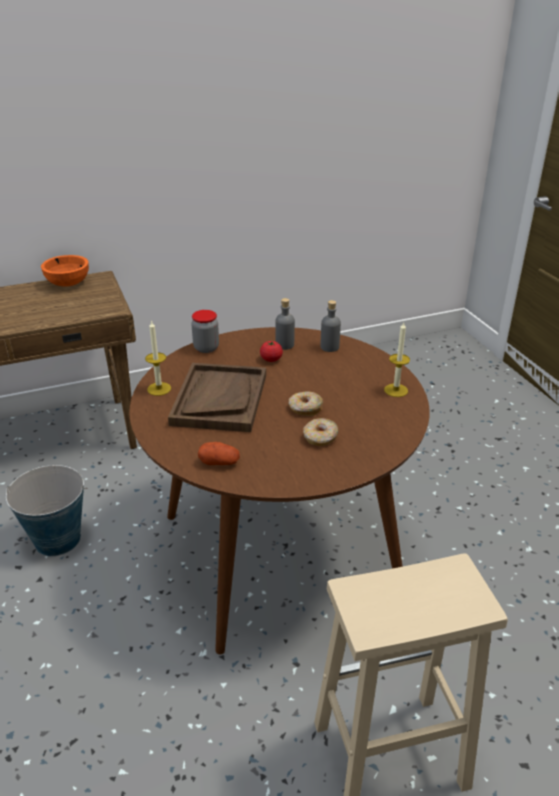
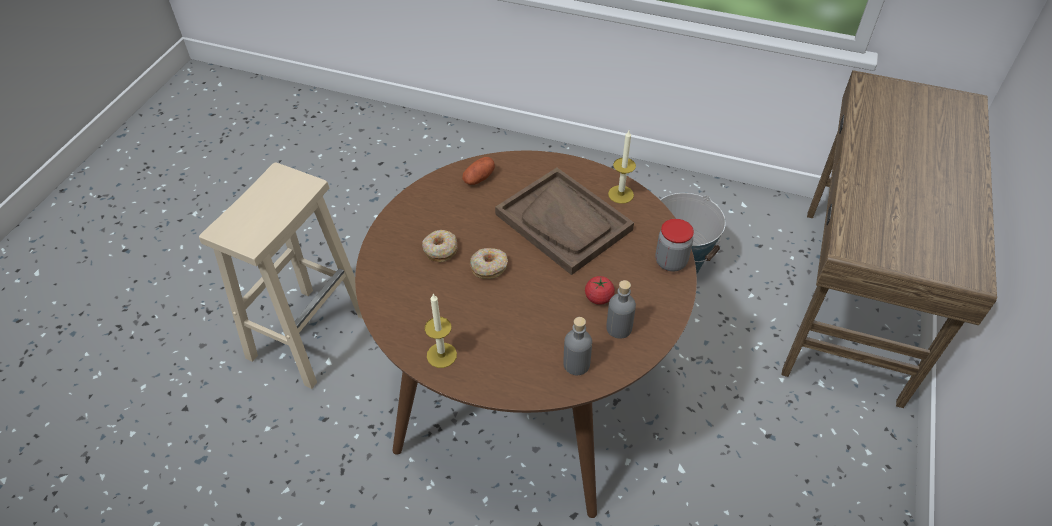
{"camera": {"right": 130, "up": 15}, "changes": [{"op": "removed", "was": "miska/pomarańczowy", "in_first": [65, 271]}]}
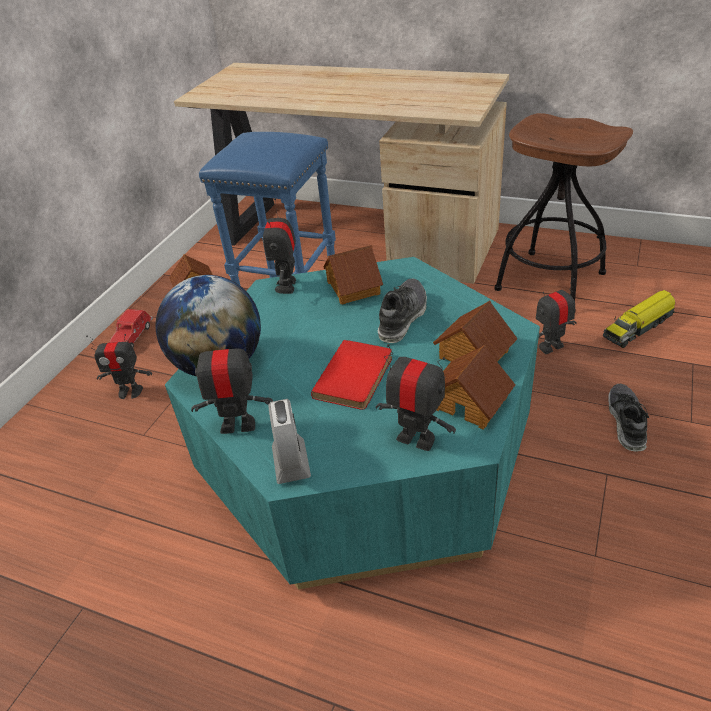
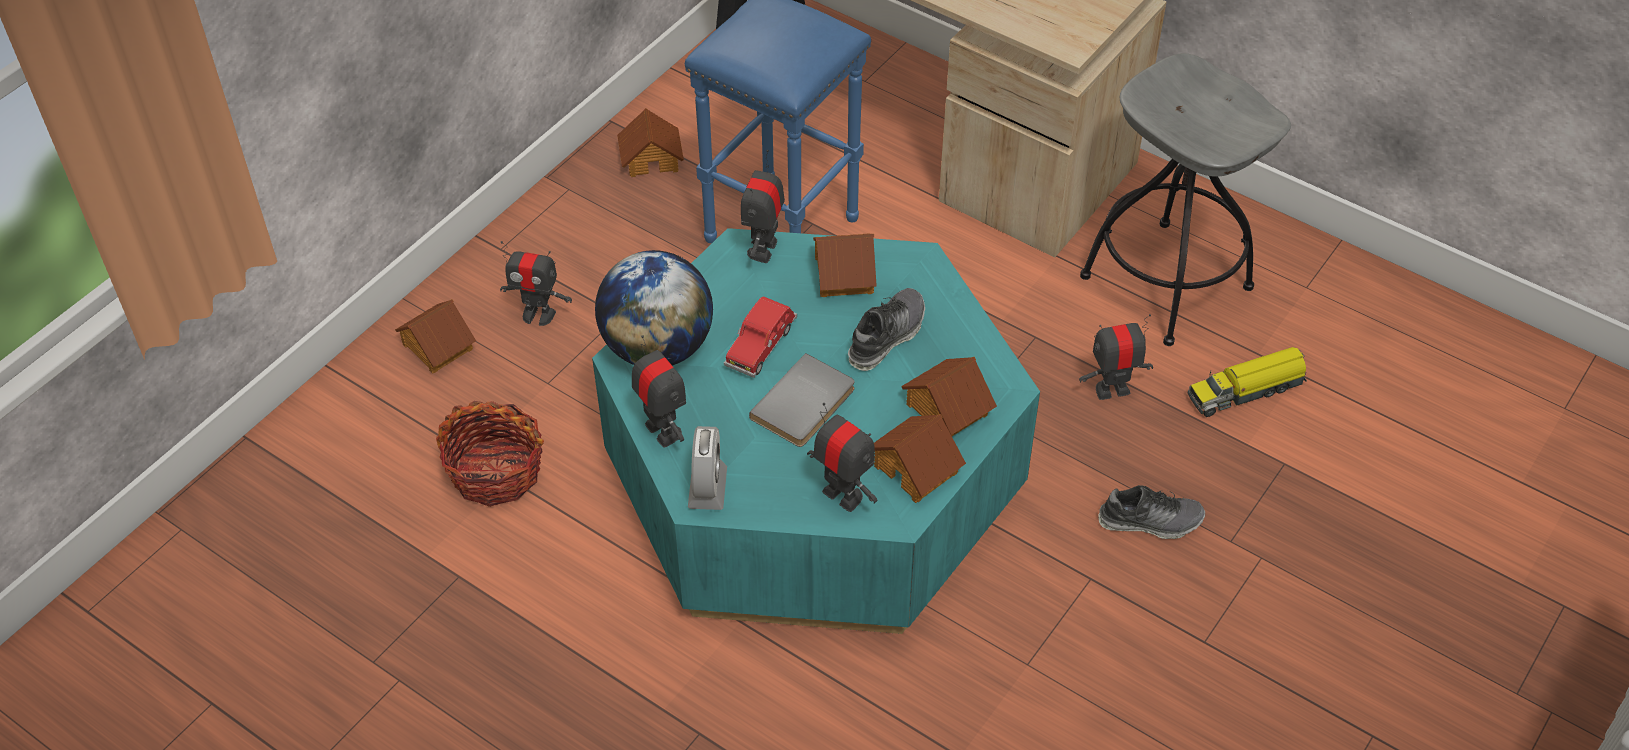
{"camera": {"right": 10, "up": 10}, "changes": [{"op": "added", "now": "domek", "in_second": [435, 336]}, {"op": "added", "now": "koszyk", "in_second": [490, 454]}, {"op": "turned", "was": "robot zabawkowy", "in_first": [230, 385], "in_second": [659, 391], "clockwise": 45}, {"op": "moved", "was": "samochodzik/czerwony", "in_first": [131, 328], "in_second": [760, 337]}, {"op": "recoloured", "was": "książka/czerwony", "now": "książka/szary", "in_first": [351, 375], "in_second": [802, 400]}, {"op": "recoloured", "was": "stołek/brązowy", "now": "stołek/szary", "in_first": [564, 212], "in_second": [1185, 199]}, {"op": "turned", "was": "but", "in_first": [628, 418], "in_second": [1151, 512], "clockwise": 75}]}
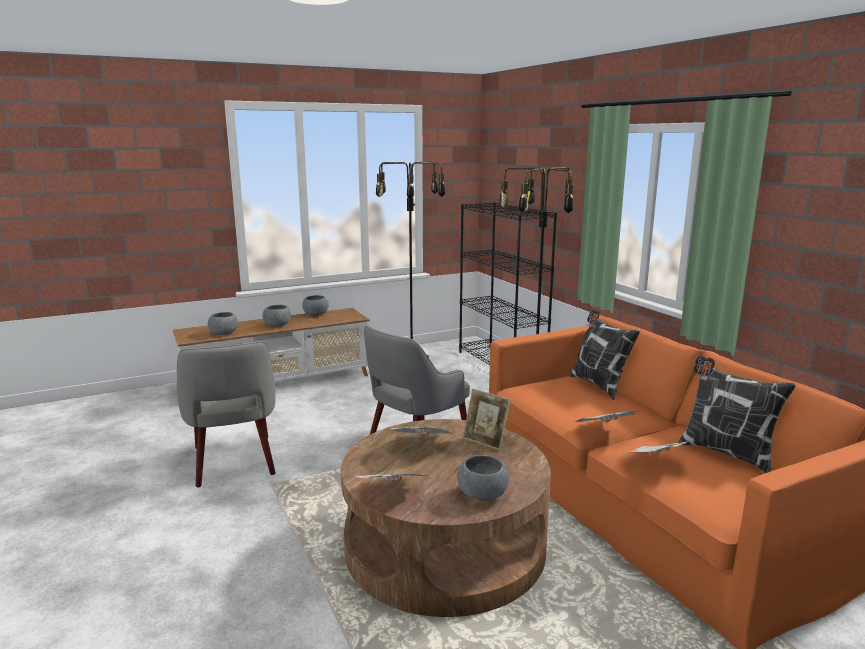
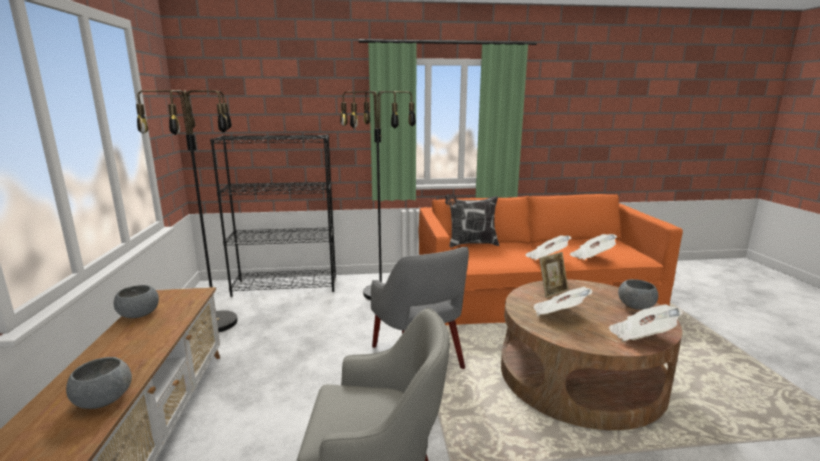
{"camera": {"right": -70, "up": 0}, "changes": [{"op": "removed", "was": "miska/szary", "in_first": [276, 316]}, {"op": "removed", "was": "poduszka", "in_first": [737, 414]}]}
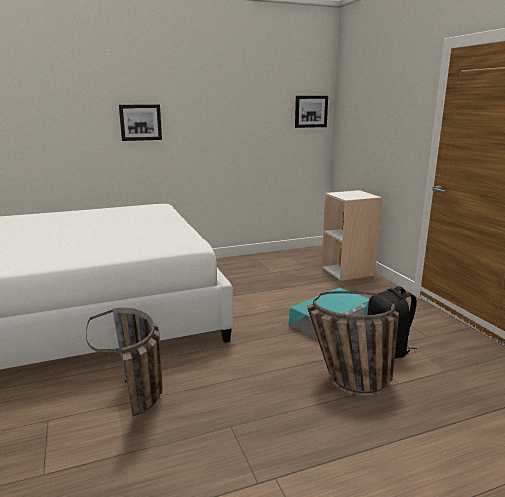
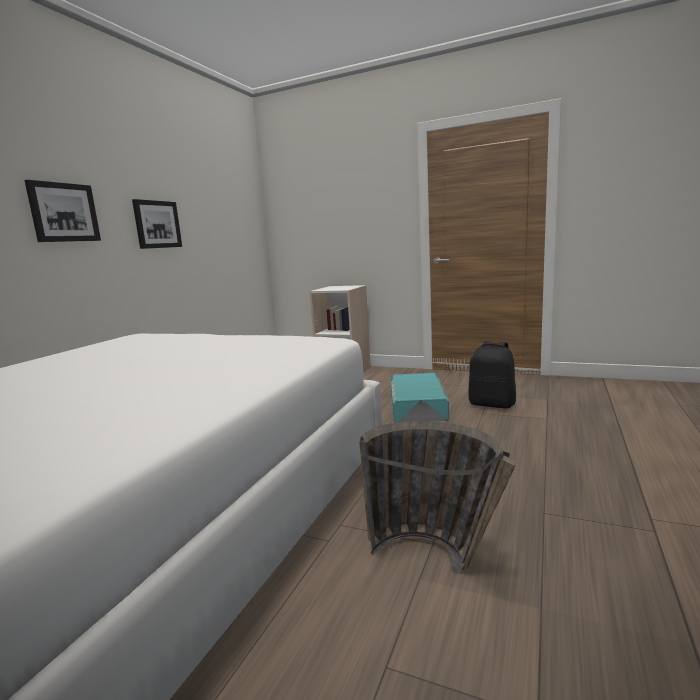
{"camera": {"right": -45, "up": -5}, "changes": [{"op": "moved", "was": "obraz", "in_first": [311, 112], "in_second": [157, 224]}, {"op": "removed", "was": "koszyk", "in_first": [353, 342]}]}
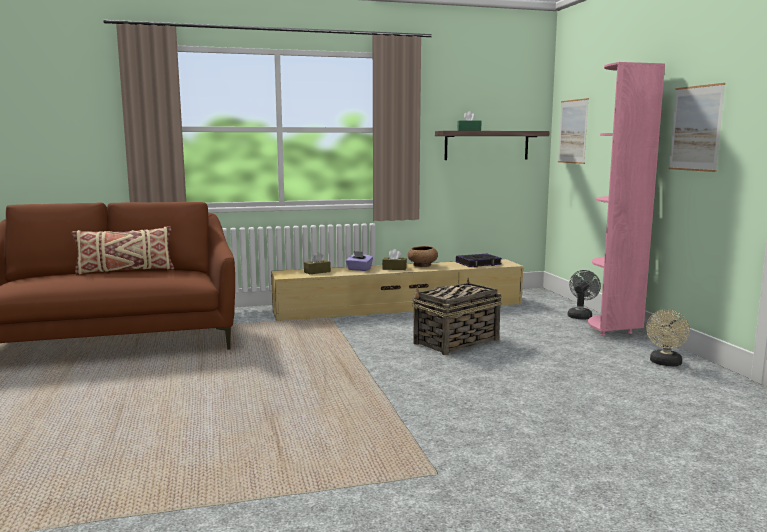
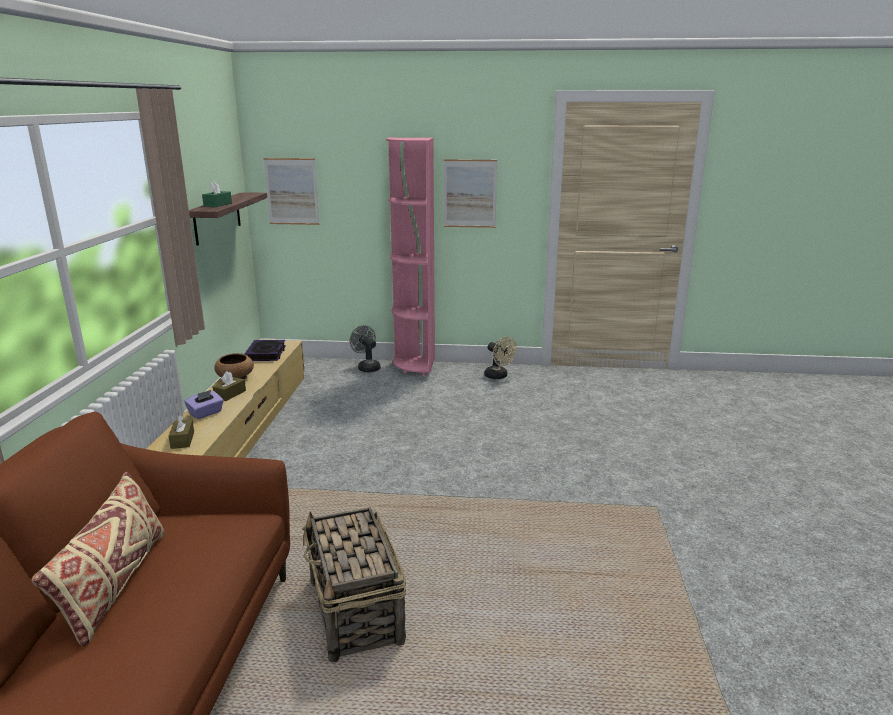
{"camera": {"right": -70, "up": 10}, "changes": [{"op": "moved", "was": "koszyk", "in_first": [457, 316], "in_second": [354, 584]}]}
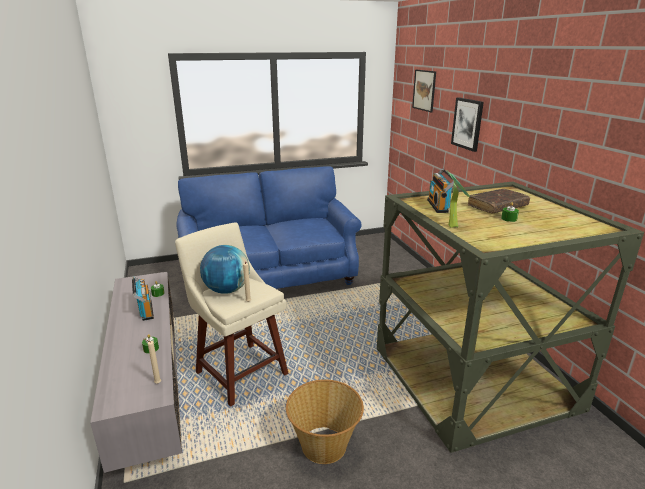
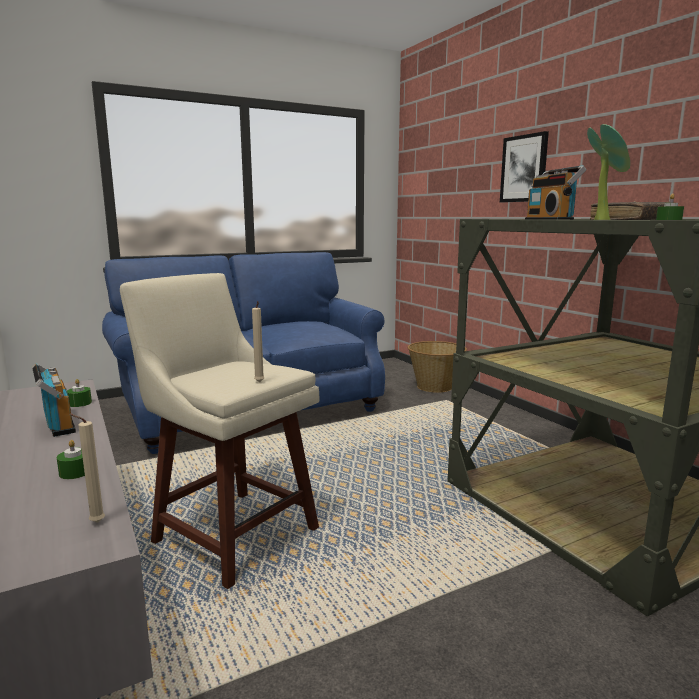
{"camera": {"right": -10, "up": -10}, "changes": [{"op": "moved", "was": "koszyk", "in_first": [325, 421], "in_second": [437, 367]}, {"op": "removed", "was": "globus", "in_first": [225, 269]}, {"op": "removed", "was": "obraz", "in_first": [424, 91]}]}
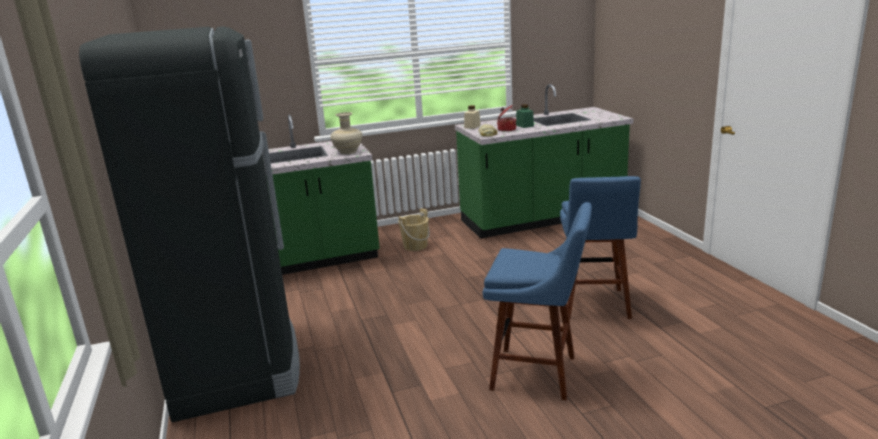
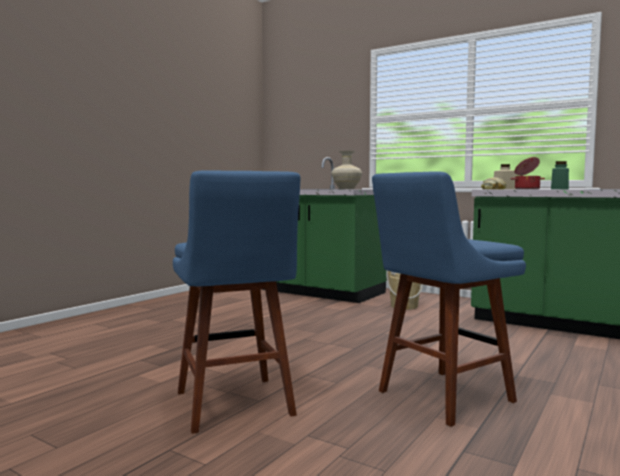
{"camera": {"right": 50, "up": -15}, "changes": [{"op": "removed", "was": "lodówka/czarny", "in_first": [189, 224]}]}
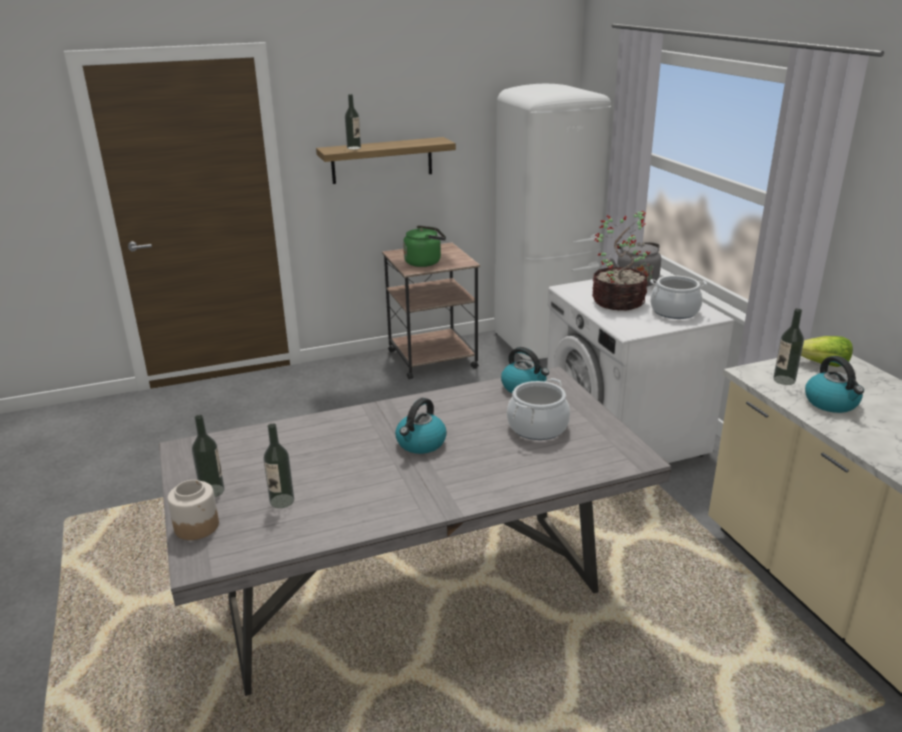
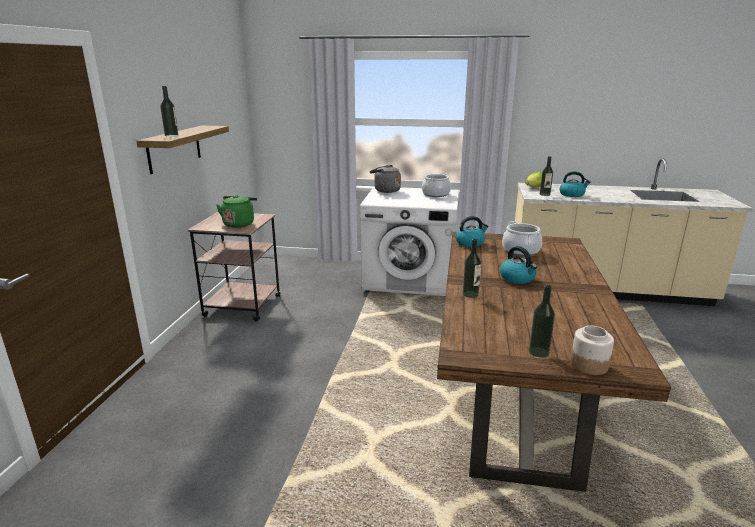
{"camera": {"right": -60, "up": -5}, "changes": [{"op": "recoloured", "was": "stół jadalny/szary", "now": "stół jadalny/brązowy", "in_first": [415, 531], "in_second": [554, 362]}, {"op": "moved", "was": "butelka", "in_first": [279, 465], "in_second": [472, 268]}, {"op": "removed", "was": "lodówka/biały", "in_first": [552, 222]}, {"op": "removed", "was": "roślina doniczkowa", "in_first": [621, 260]}]}
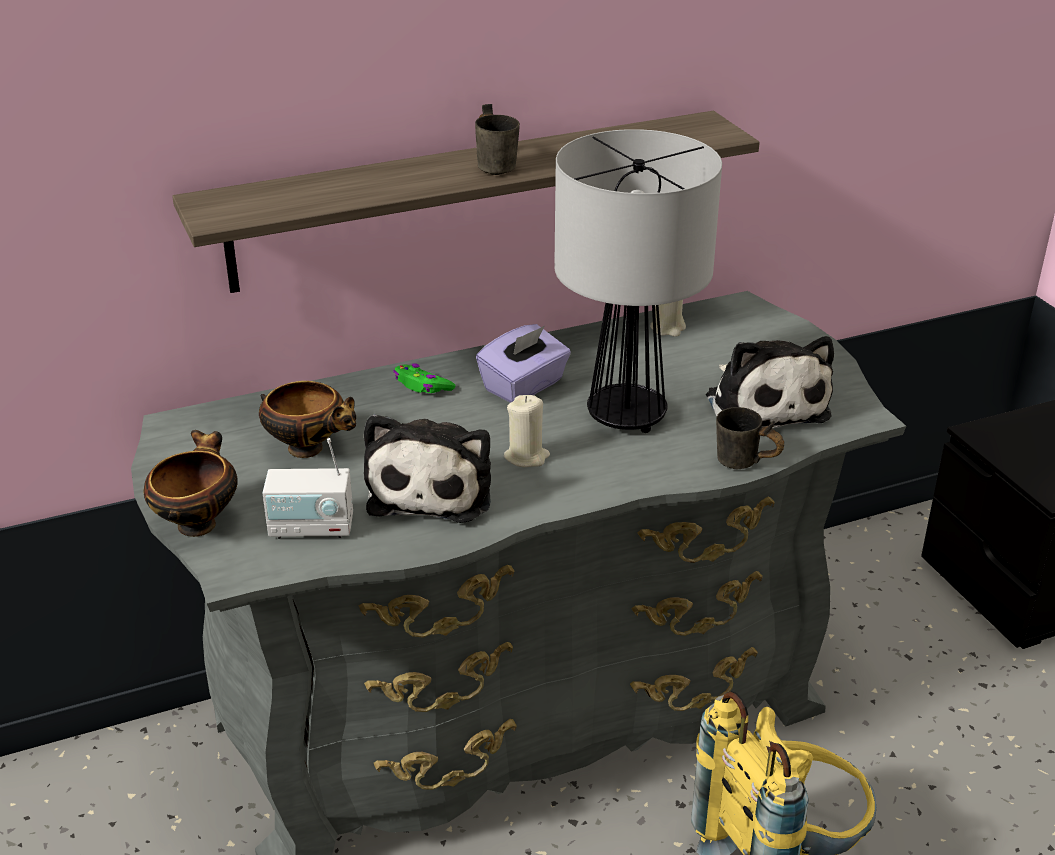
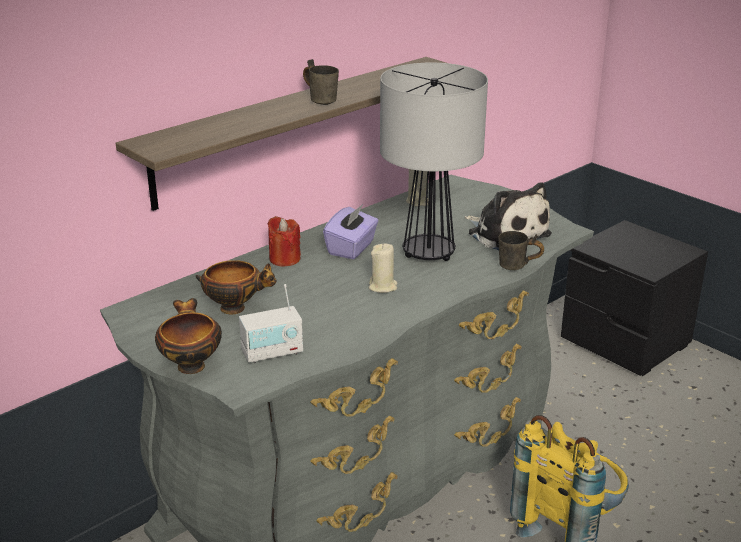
{"camera": {"right": -20, "up": -5}, "changes": [{"op": "replaced", "was": "pad do gier/zielony", "now": "świeca/czerwony", "in_first": [424, 378], "in_second": [284, 241]}, {"op": "removed", "was": "pluszak", "in_first": [427, 468]}]}
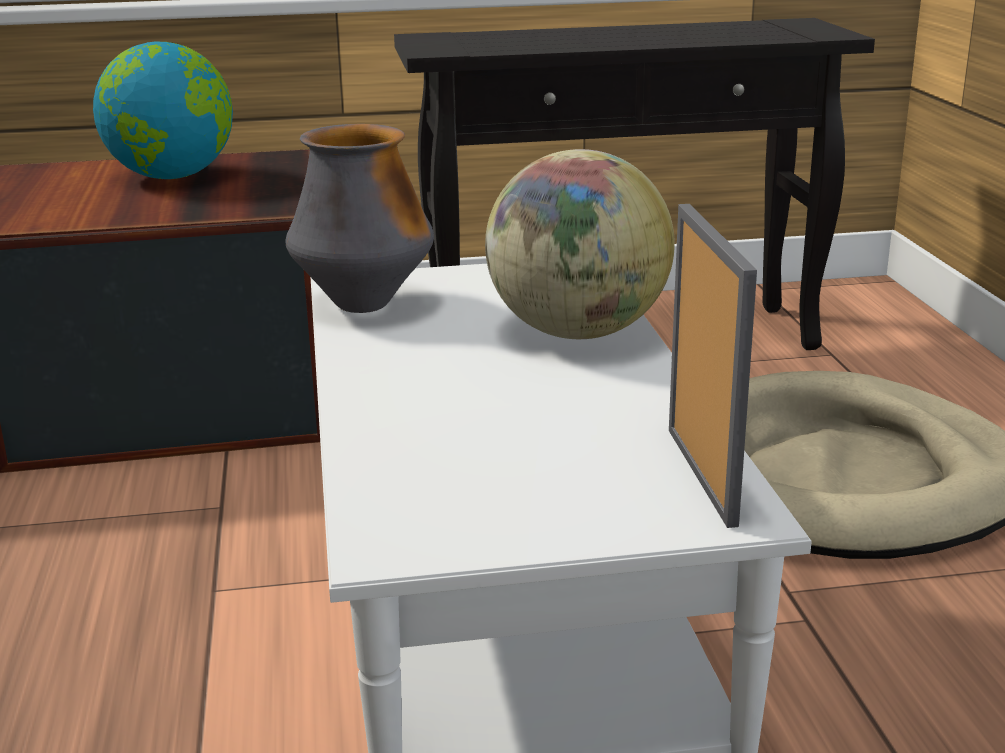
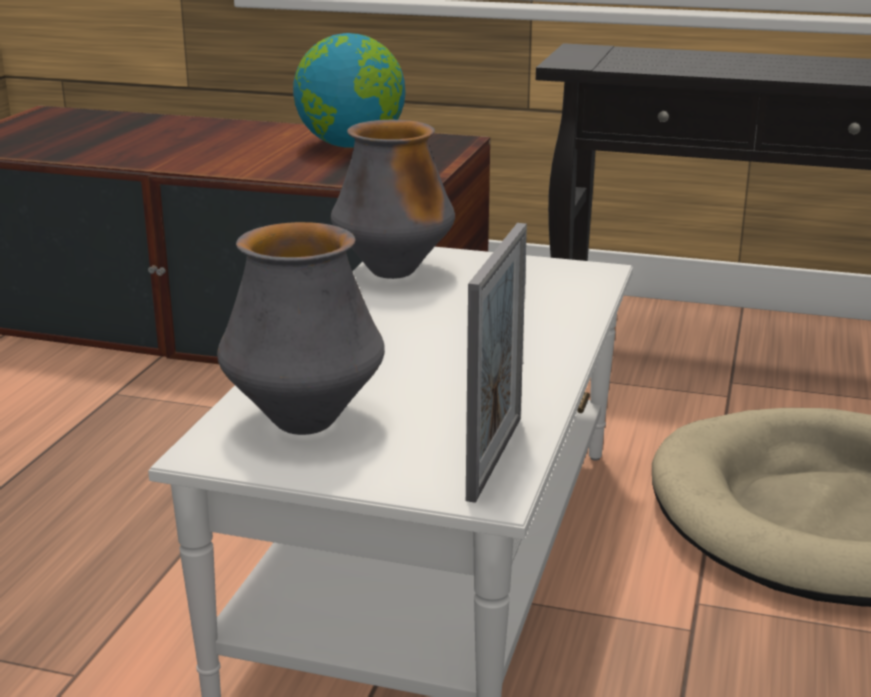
{"camera": {"right": 25, "up": 0}, "changes": [{"op": "added", "now": "wazon", "in_second": [301, 328]}, {"op": "removed", "was": "globus", "in_first": [580, 244]}]}
